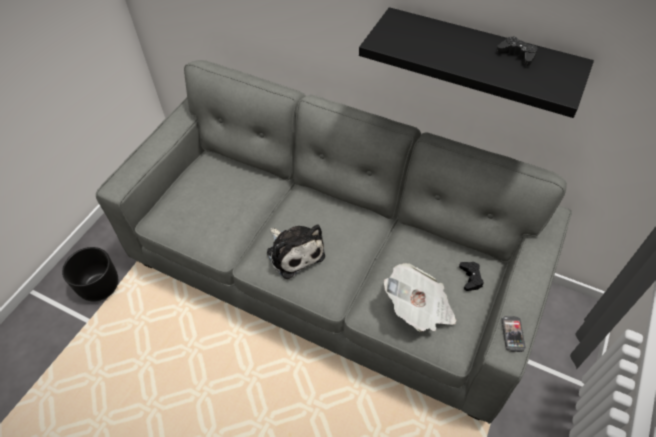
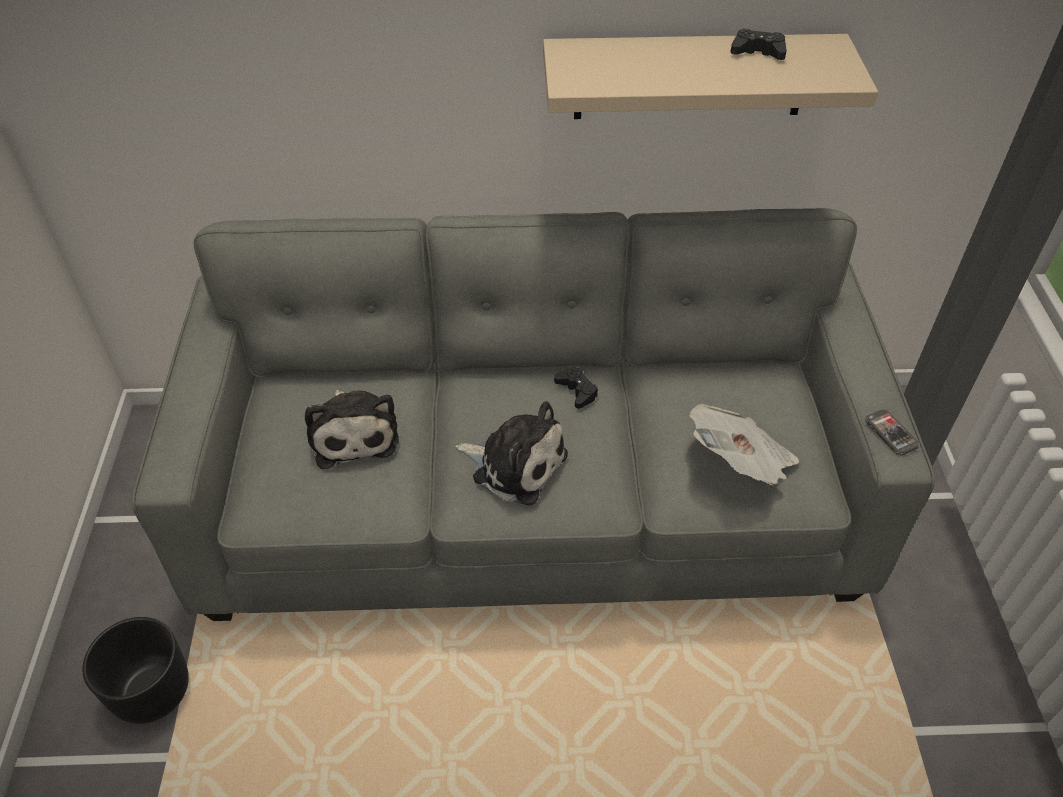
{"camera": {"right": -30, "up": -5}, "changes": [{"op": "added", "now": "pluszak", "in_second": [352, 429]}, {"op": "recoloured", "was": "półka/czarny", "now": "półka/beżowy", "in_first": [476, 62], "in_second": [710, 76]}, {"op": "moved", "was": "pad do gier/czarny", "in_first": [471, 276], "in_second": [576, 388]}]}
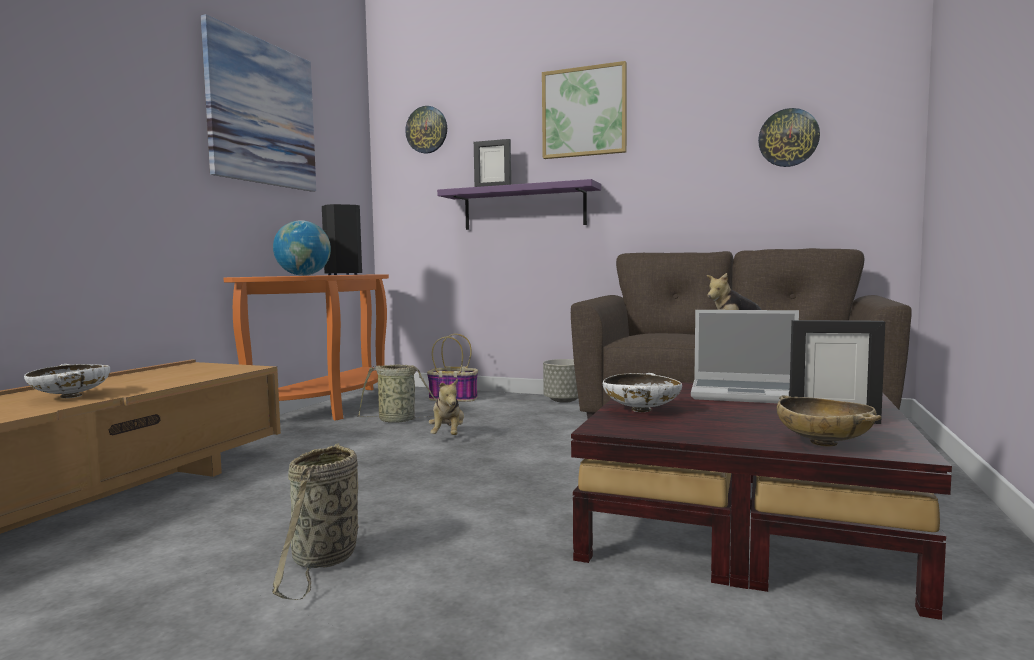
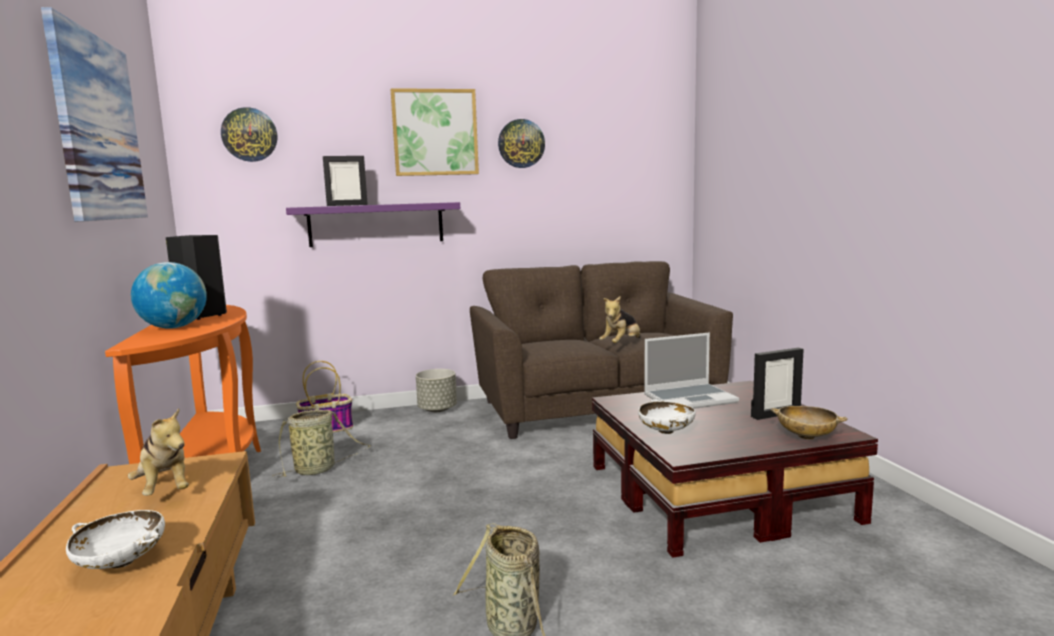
{"camera": {"right": -35, "up": 5}, "changes": [{"op": "moved", "was": "pluszak", "in_first": [446, 407], "in_second": [158, 452]}, {"op": "moved", "was": "zegar ścienny", "in_first": [789, 137], "in_second": [521, 143]}]}
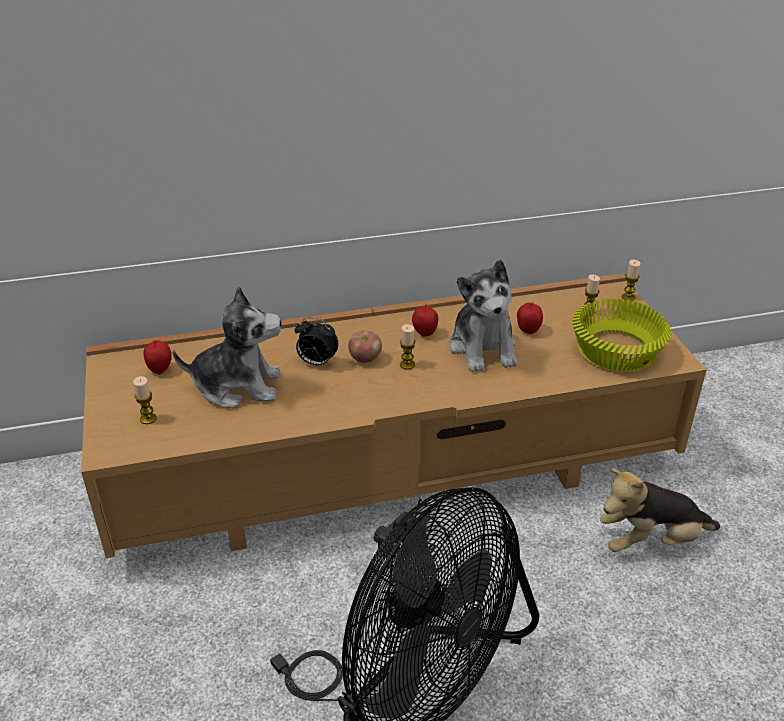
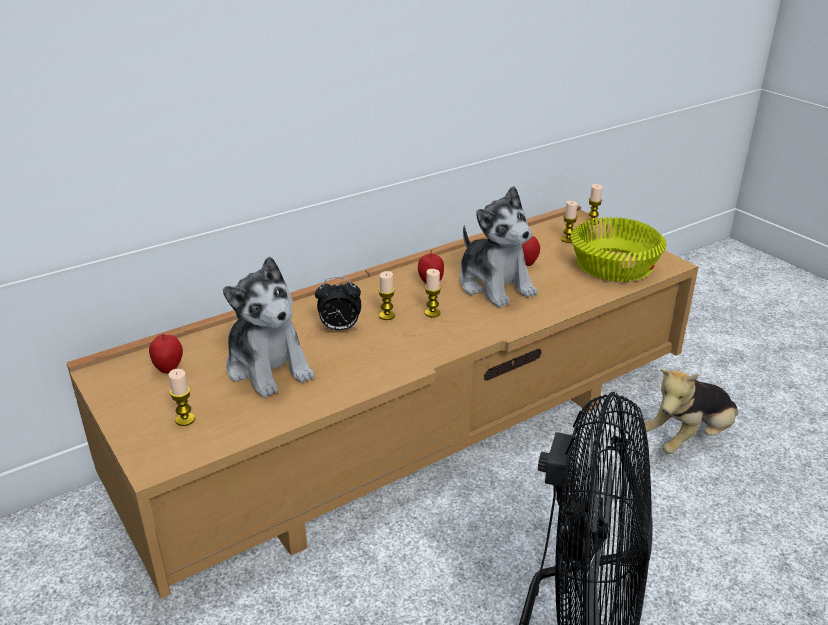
{"camera": {"right": -20, "up": -5}, "changes": [{"op": "turned", "was": "pluszak", "in_first": [227, 347], "in_second": [269, 327], "clockwise": 75}, {"op": "replaced", "was": "jabłko", "now": "świeca", "in_first": [365, 346], "in_second": [386, 295]}]}
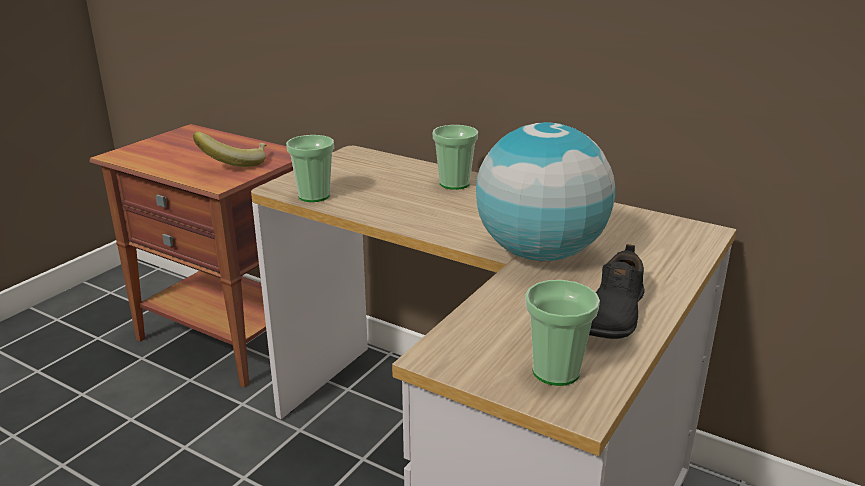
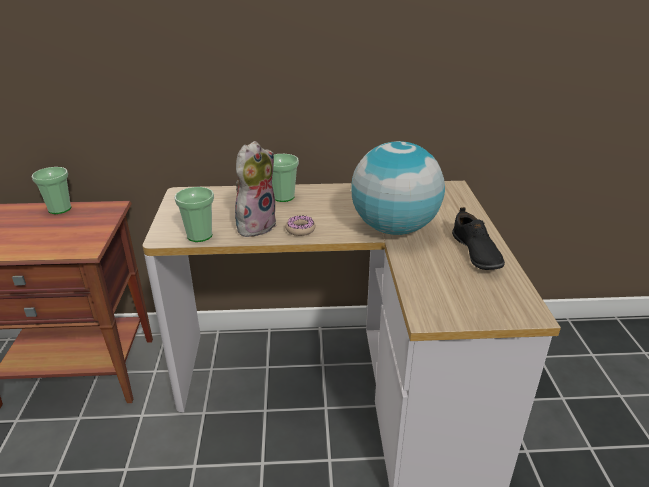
{"camera": {"right": -35, "up": 5}, "changes": [{"op": "moved", "was": "filiżanka", "in_first": [562, 333], "in_second": [51, 190]}, {"op": "added", "now": "pluszak", "in_second": [256, 189]}, {"op": "added", "now": "donut", "in_second": [300, 226]}, {"op": "removed", "was": "banan", "in_first": [229, 149]}]}
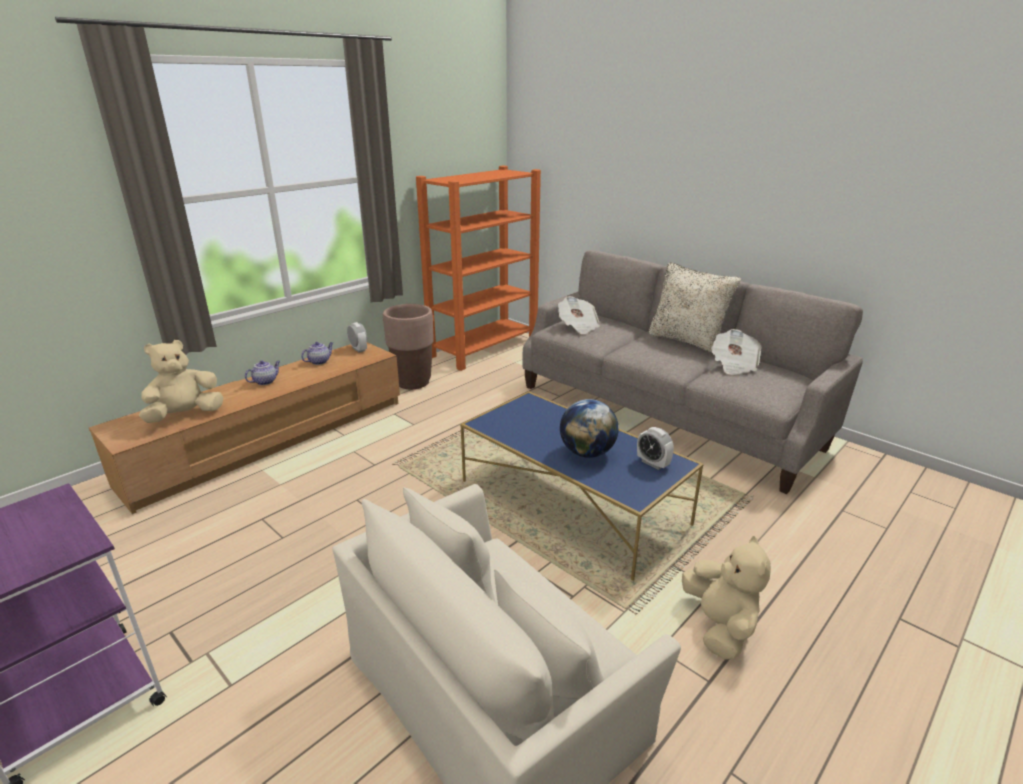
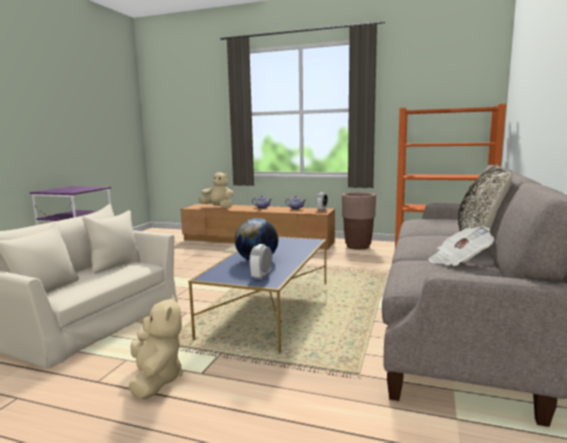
{"camera": {"right": 65, "up": -15}, "changes": [{"op": "turned", "was": "pluszak/beżowy", "in_first": [726, 598], "in_second": [155, 347], "clockwise": -75}, {"op": "removed", "was": "gazeta", "in_first": [579, 315]}]}
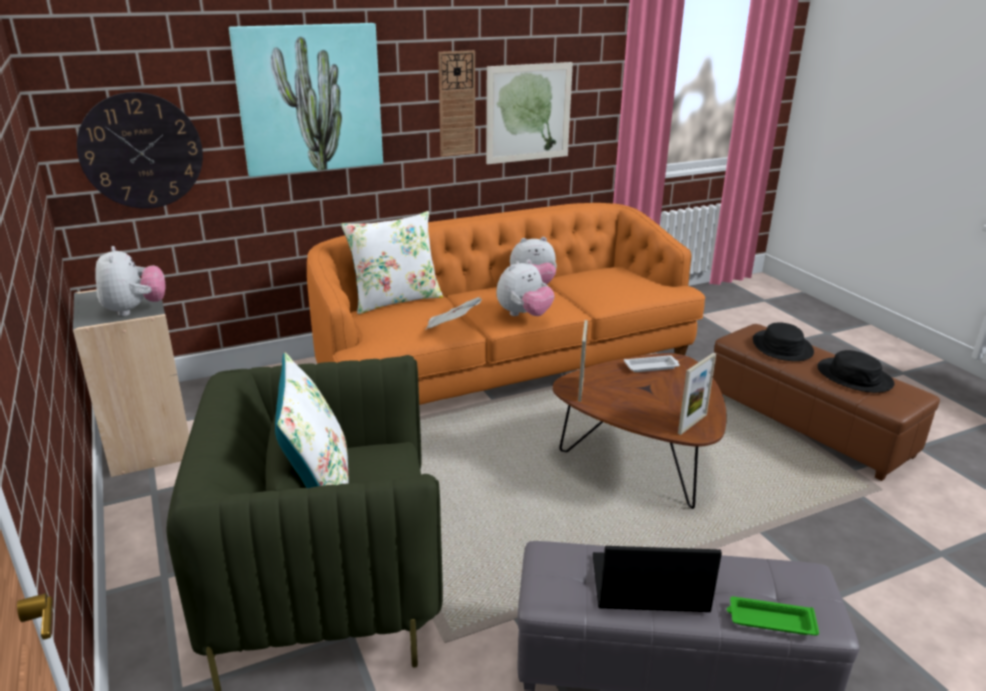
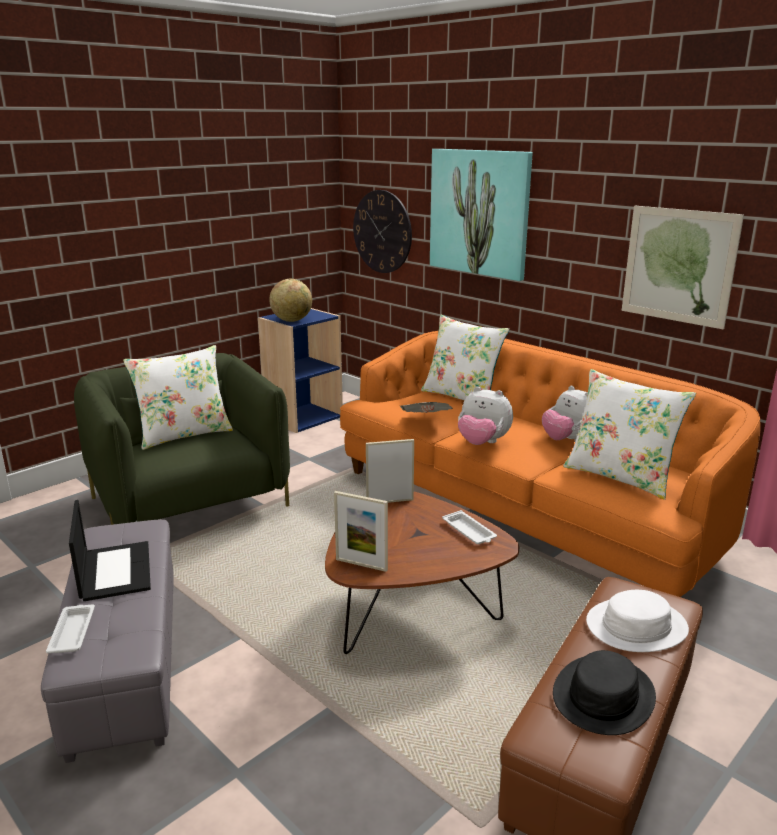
{"camera": {"right": 70, "up": -5}, "changes": [{"op": "recoloured", "was": "taca/zielony", "now": "taca/biały", "in_first": [773, 616], "in_second": [70, 628]}, {"op": "recoloured", "was": "regał/szary", "now": "regał/niebieski", "in_first": [131, 383], "in_second": [300, 370]}, {"op": "replaced", "was": "pluszak", "now": "globus", "in_first": [130, 281], "in_second": [290, 300]}, {"op": "added", "now": "poduszka/biały", "in_second": [629, 434]}, {"op": "recoloured", "was": "kapelusz/czarny", "now": "kapelusz/biały", "in_first": [783, 341], "in_second": [637, 621]}, {"op": "removed", "was": "zegar ścienny", "in_first": [456, 103]}]}
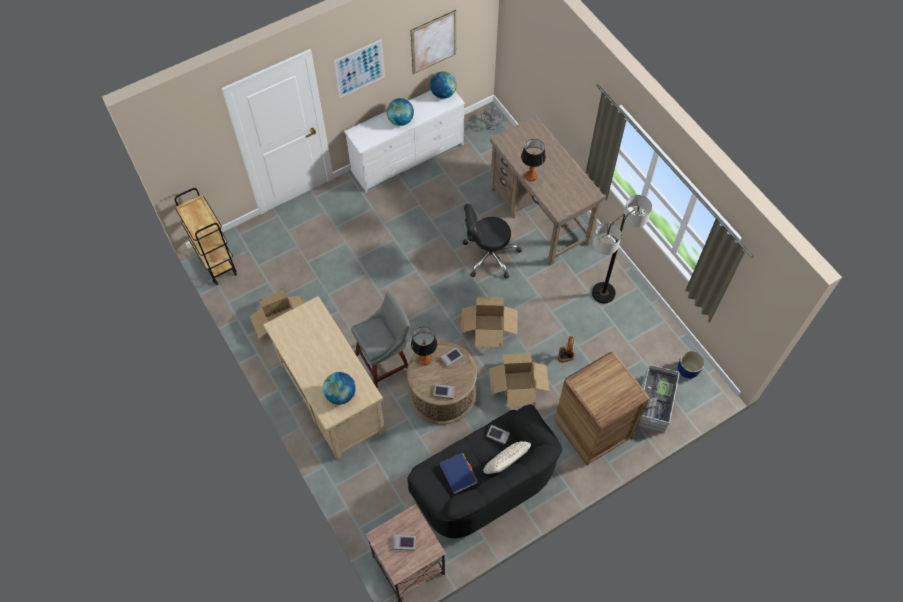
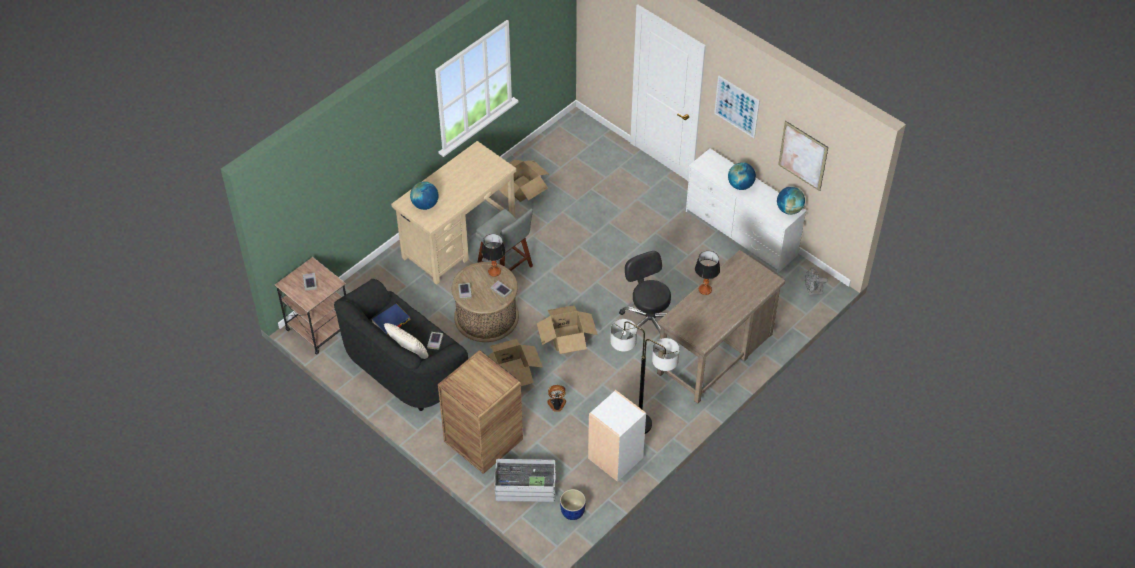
{"camera": {"right": 75, "up": -10}, "changes": [{"op": "added", "now": "regał", "in_second": [617, 436]}, {"op": "removed", "was": "wózek/brązowy", "in_first": [205, 236]}]}
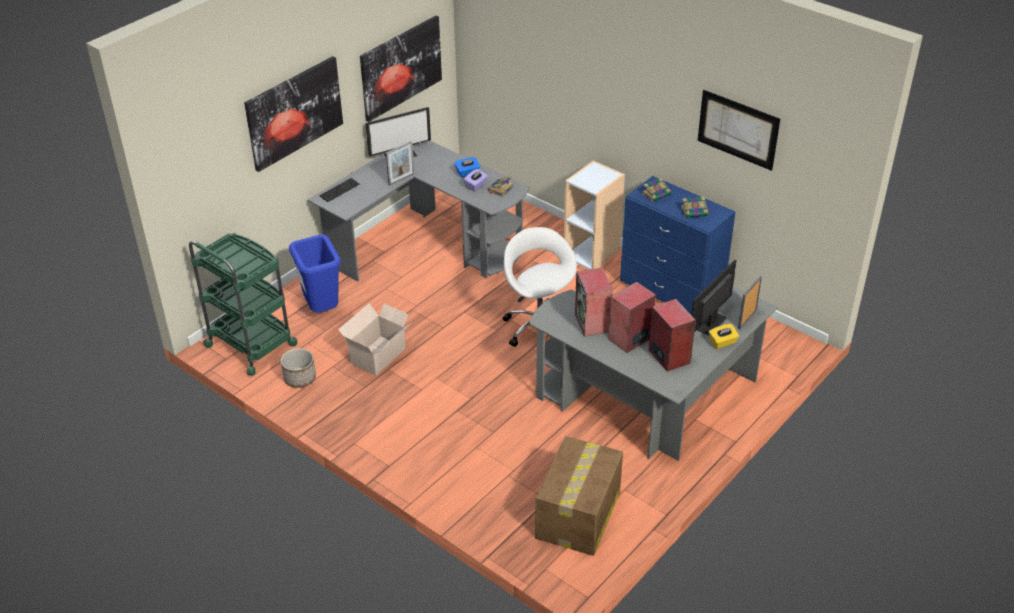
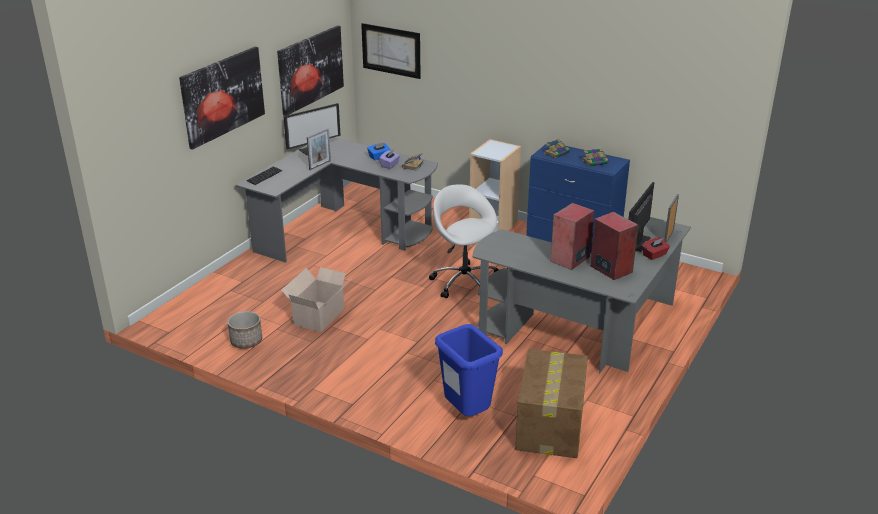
{"camera": {"right": -10, "up": -10}, "changes": [{"op": "moved", "was": "obraz", "in_first": [738, 130], "in_second": [391, 51]}, {"op": "moved", "was": "kosz na śmieci/niebieski", "in_first": [315, 273], "in_second": [469, 370]}, {"op": "recoloured", "was": "pudełko chusteczek/żółty", "now": "pudełko chusteczek/czerwony", "in_first": [724, 336], "in_second": [656, 249]}, {"op": "removed", "was": "wózek/zielony", "in_first": [243, 304]}, {"op": "removed", "was": "głośnik", "in_first": [593, 302]}]}
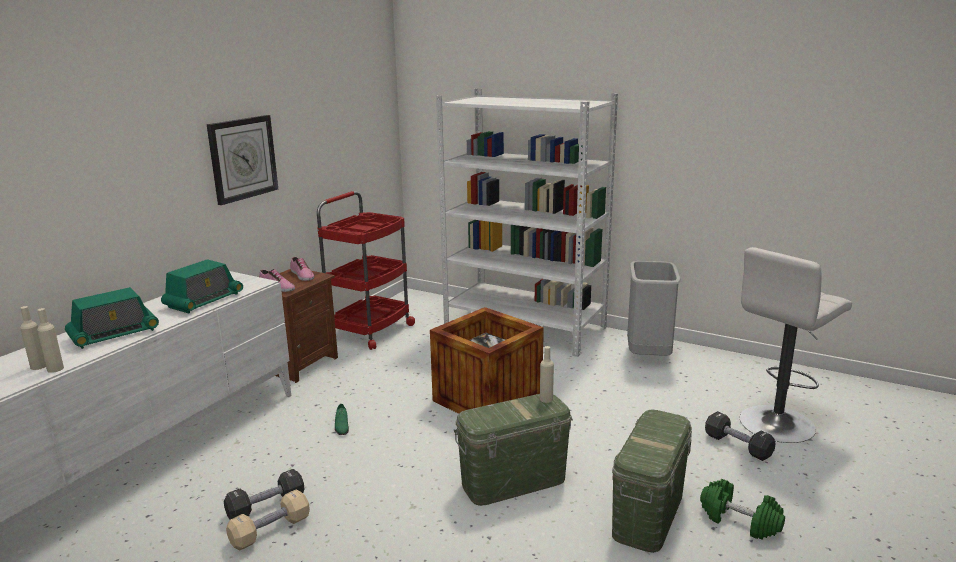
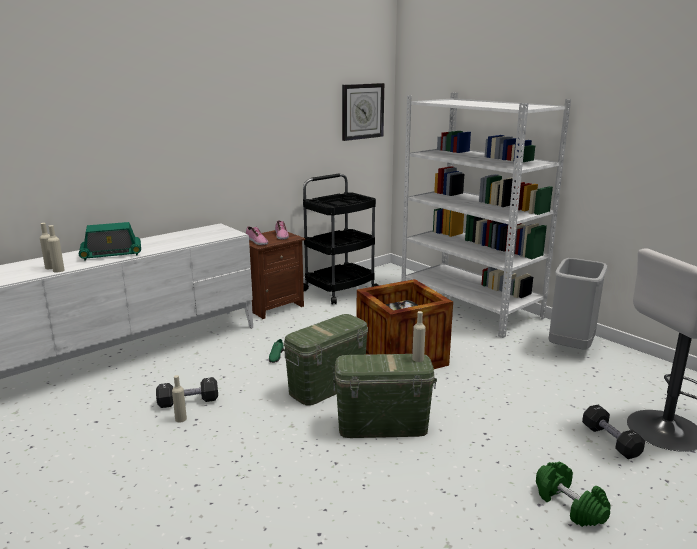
{"camera": {"right": 20, "up": 0}, "changes": [{"op": "replaced", "was": "hantel/beżowy", "now": "butelka/beżowy", "in_first": [268, 519], "in_second": [179, 399]}, {"op": "moved", "was": "pojemnik do przechowywania/zielony", "in_first": [652, 481], "in_second": [325, 360]}, {"op": "recoloured", "was": "wózek/czerwony", "now": "wózek/czarny", "in_first": [366, 270], "in_second": [341, 239]}, {"op": "moved", "was": "zegar ścienny", "in_first": [243, 160], "in_second": [363, 112]}, {"op": "removed", "was": "radio", "in_first": [202, 286]}]}
